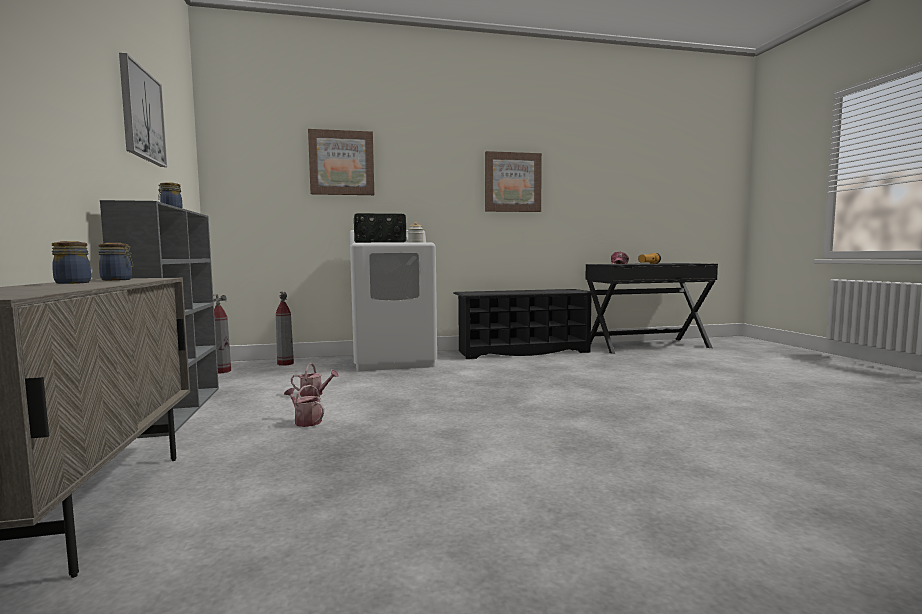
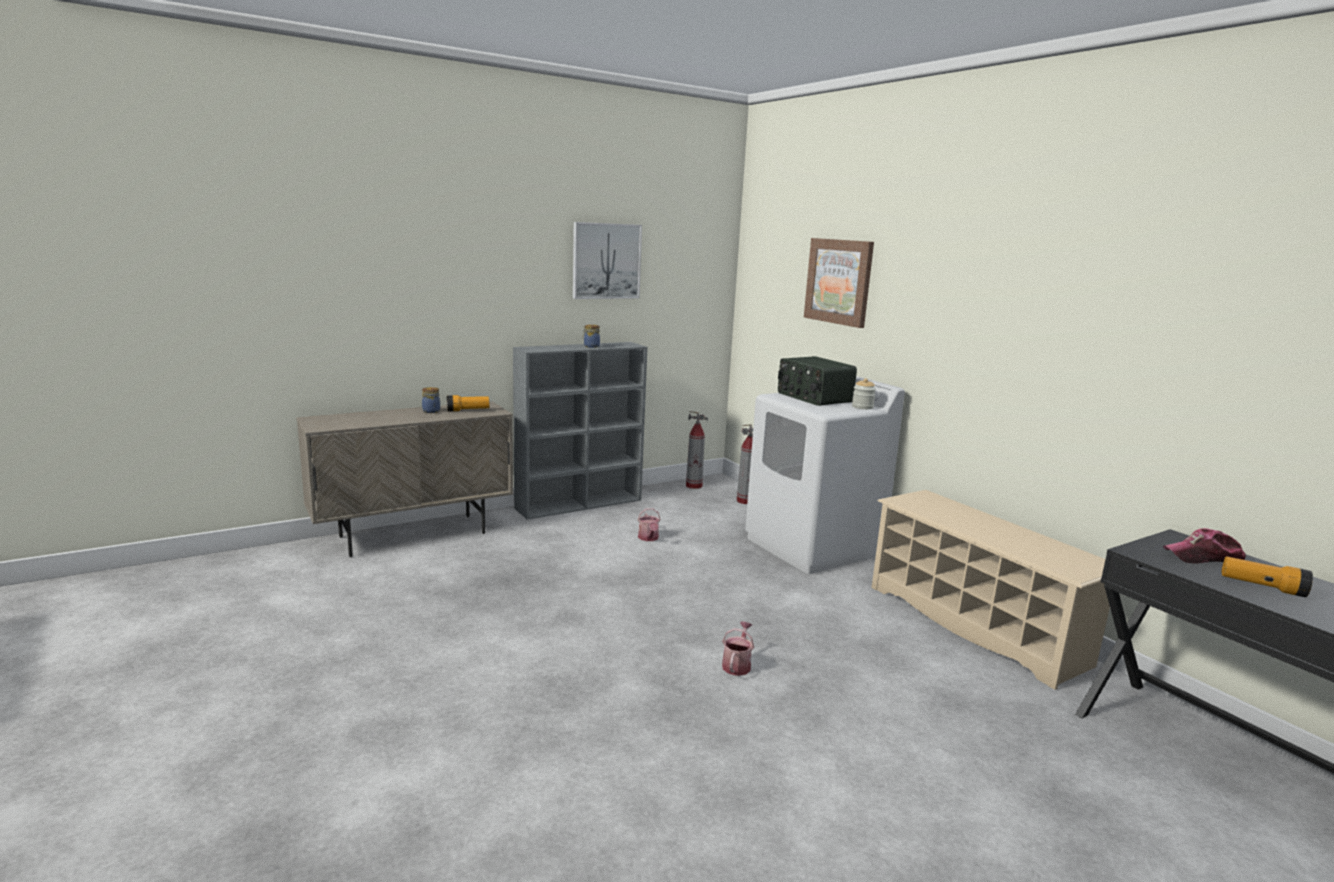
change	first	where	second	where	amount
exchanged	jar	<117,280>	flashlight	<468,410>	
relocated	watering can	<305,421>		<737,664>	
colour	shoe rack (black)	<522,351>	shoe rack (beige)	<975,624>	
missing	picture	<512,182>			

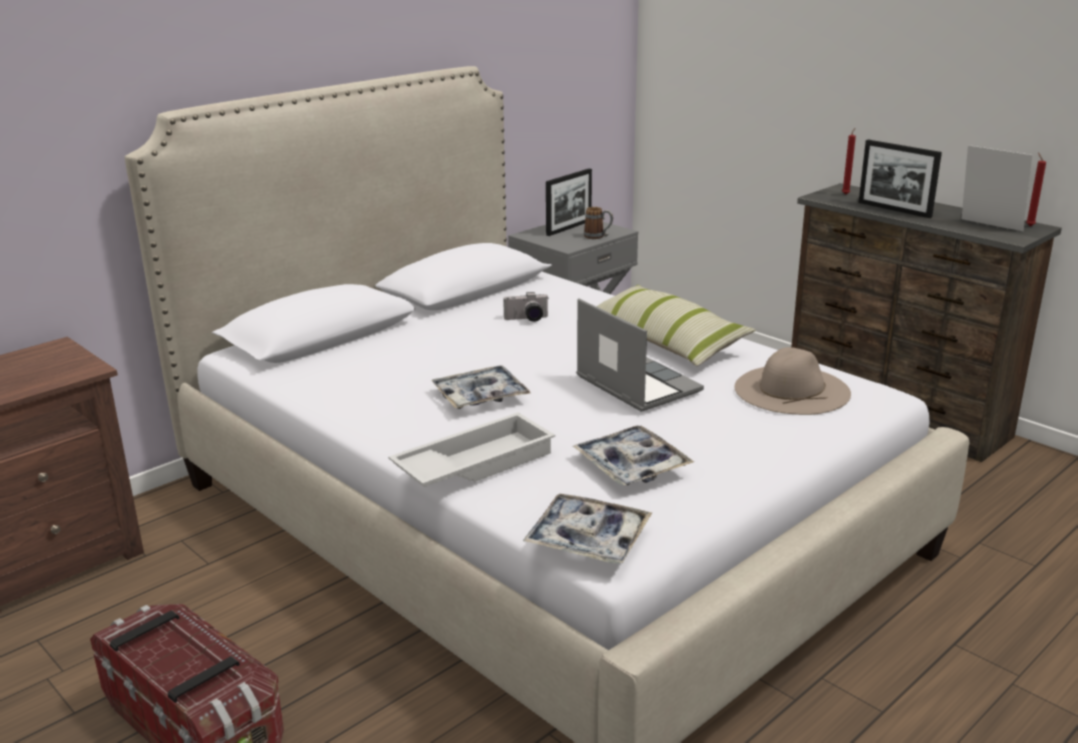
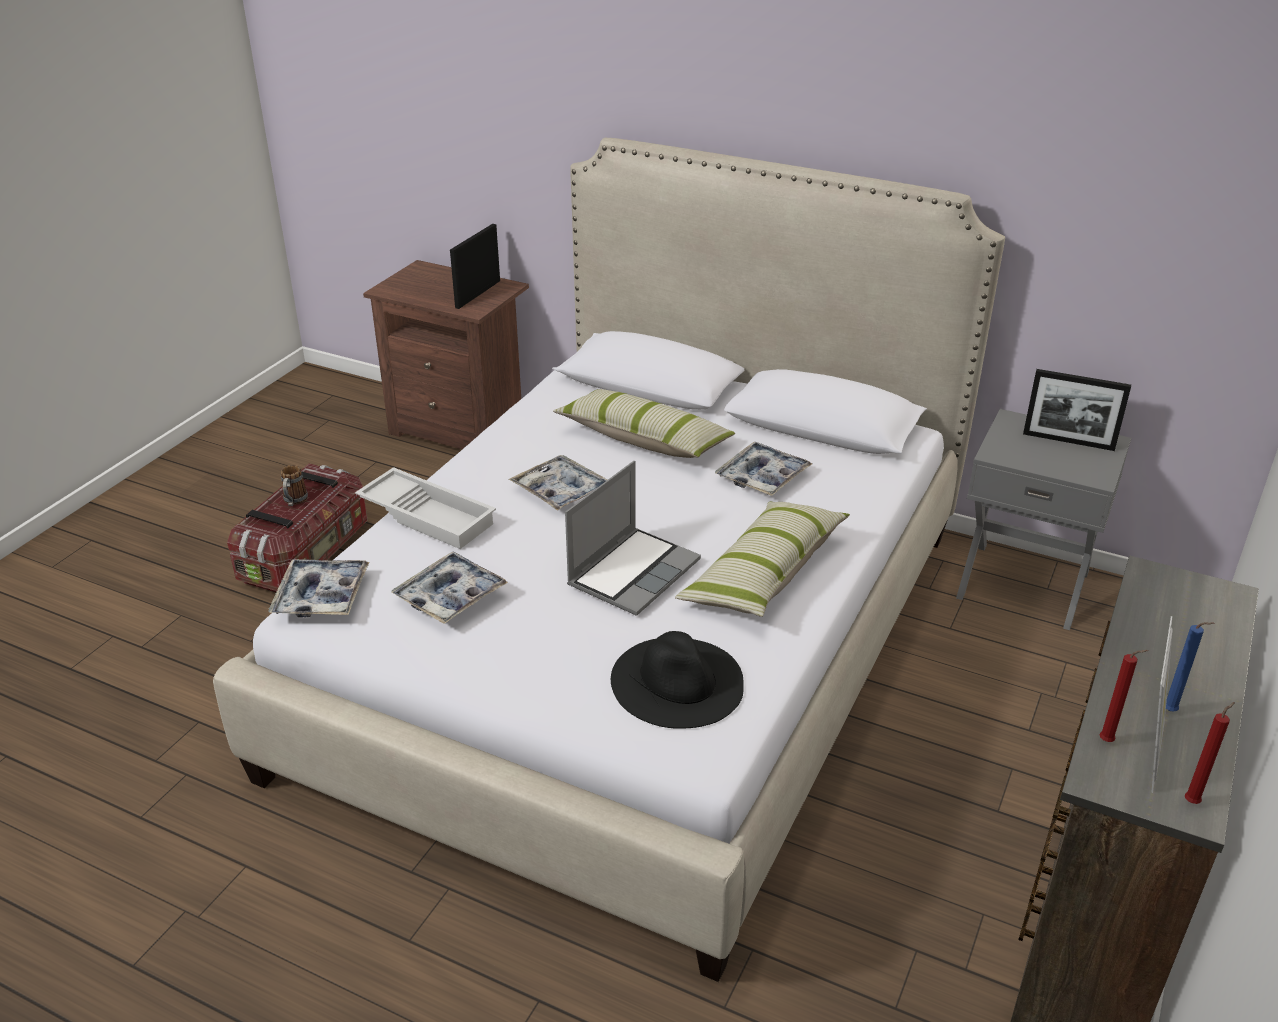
change	first	where	second	where	amount
exchanged	photo camera	<527,319>	tray	<762,477>	
relocated	mug	<598,237>		<294,501>	
colour	hat (beige)	<792,390>	hat (black)	<677,681>	
relocated	candle (red)	<846,194>		<1108,741>	
relocated	picture frame	<894,210>		<478,294>	
appeared			pillow	<644,439>	
appeared			candle (blue)	<1172,712>	

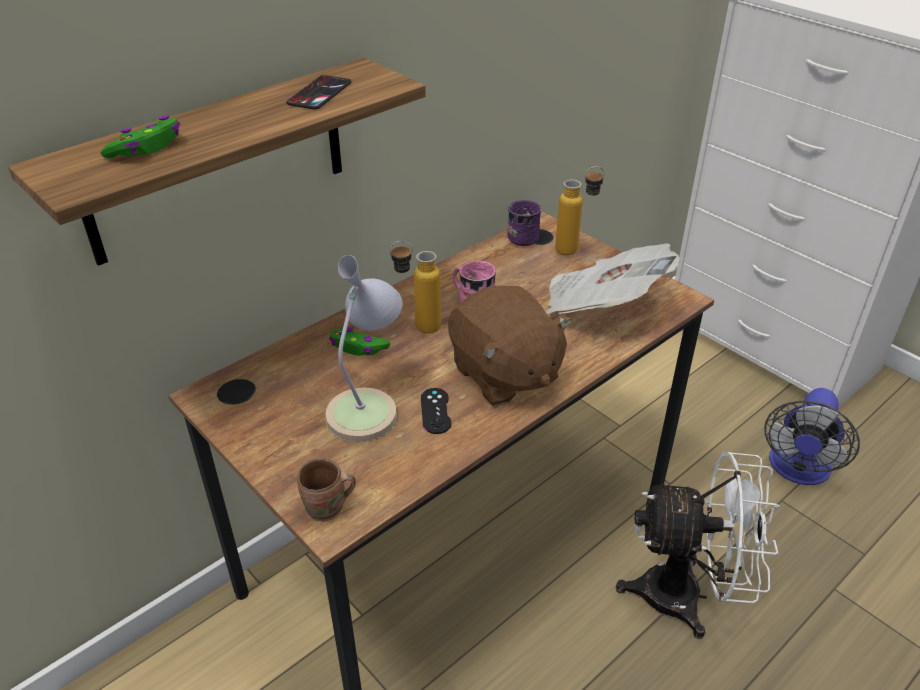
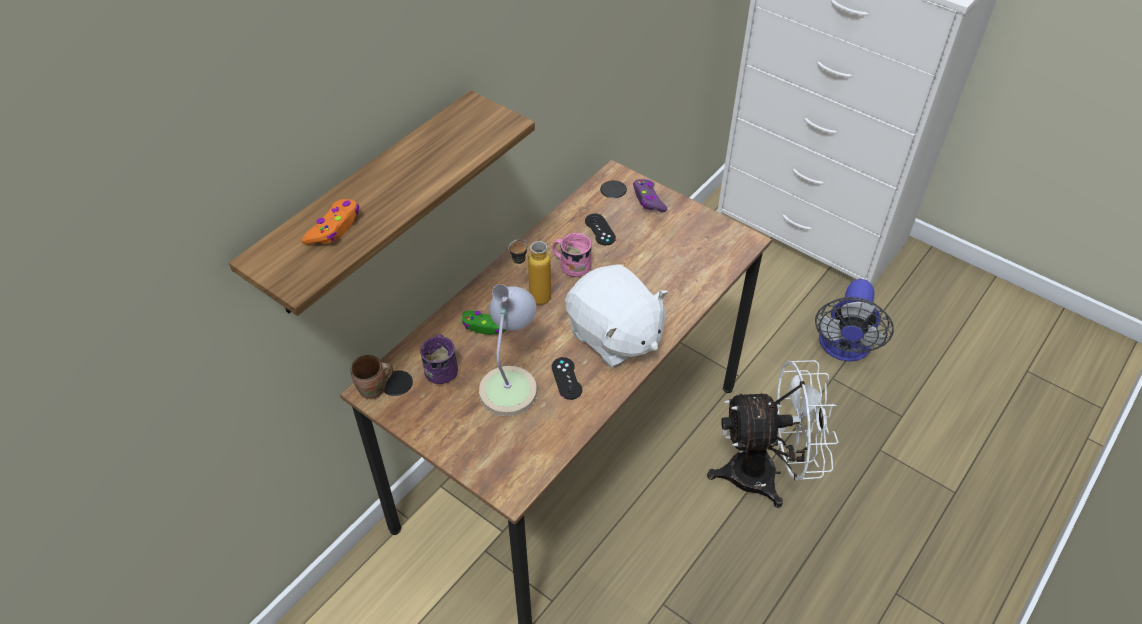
change	first	where	second	where	amount
colour	game controller (green)	<147,148>	game controller (orange)	<334,228>	
missing	phone	<319,93>			
relocated	mug (brown)	<327,510>		<374,390>	
colour	plush toy (brown)	<504,374>	plush toy (white)	<614,336>	
relocated	mug (purple)	<524,236>		<442,367>	
missing	newspaper	<602,306>			
exchanged	bottle	<575,249>	game controller (purple)	<648,200>	
appeared			game controller (black)	<600,229>	

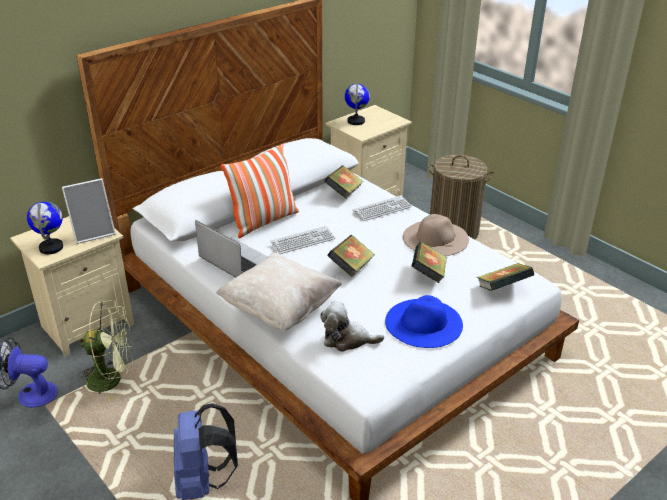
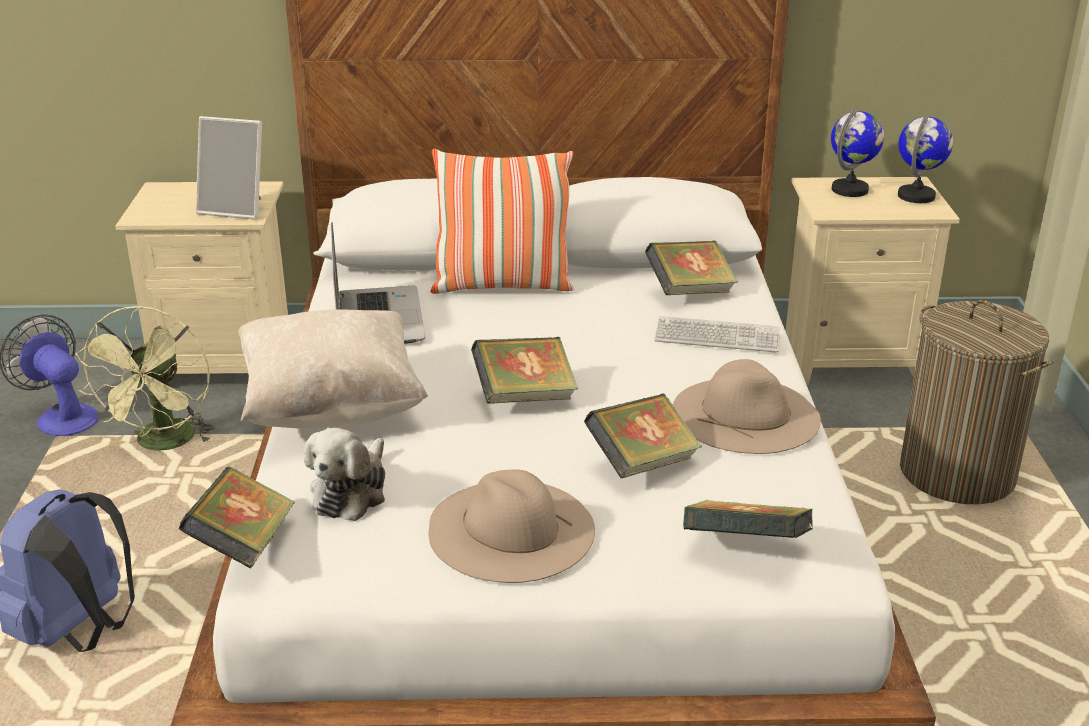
change	first	where	second	where	amount
relocated	globe	<51,247>		<916,196>	
spun	fan (green)	<112,379>		<163,444>	60 degrees clockwise
missing	keyboard	<303,241>			
spun	plush toy	<347,339>		<351,491>	120 degrees counterclockwise
colour	hat (blue)	<423,323>	hat (beige)	<510,529>	
appeared			book	<243,546>	

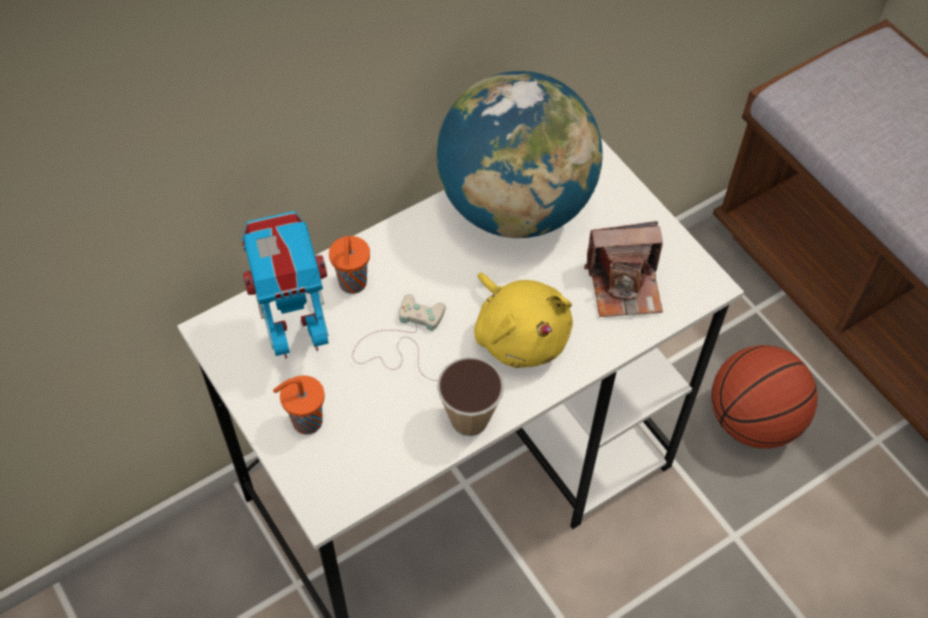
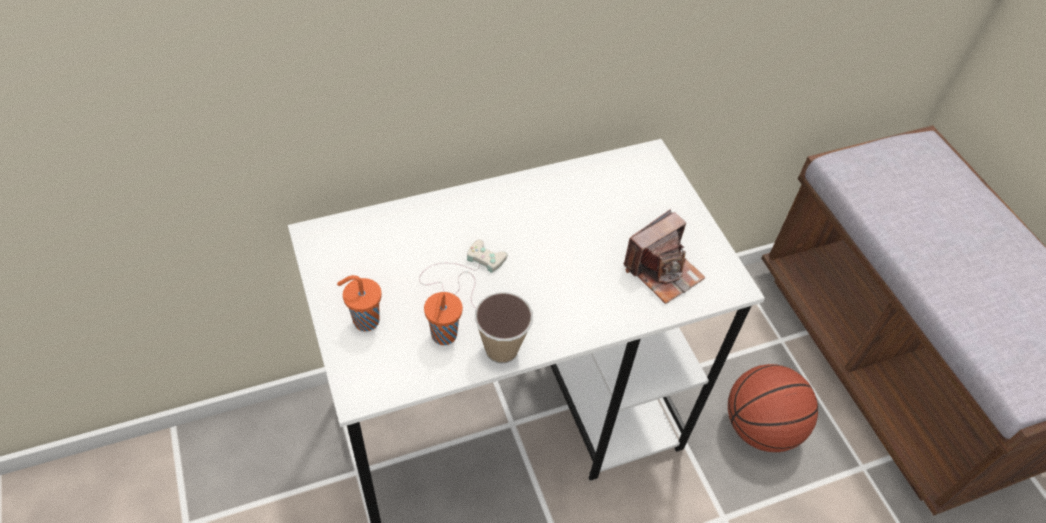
change	first	where	second	where	amount
missing	toy robot	<296,335>			
relocated	cup (orange)	<352,284>		<443,336>	
missing	globe	<515,205>			
missing	plush toy (yellow)	<519,334>			
spun	photo camera	<624,285>		<663,271>	45 degrees counterclockwise

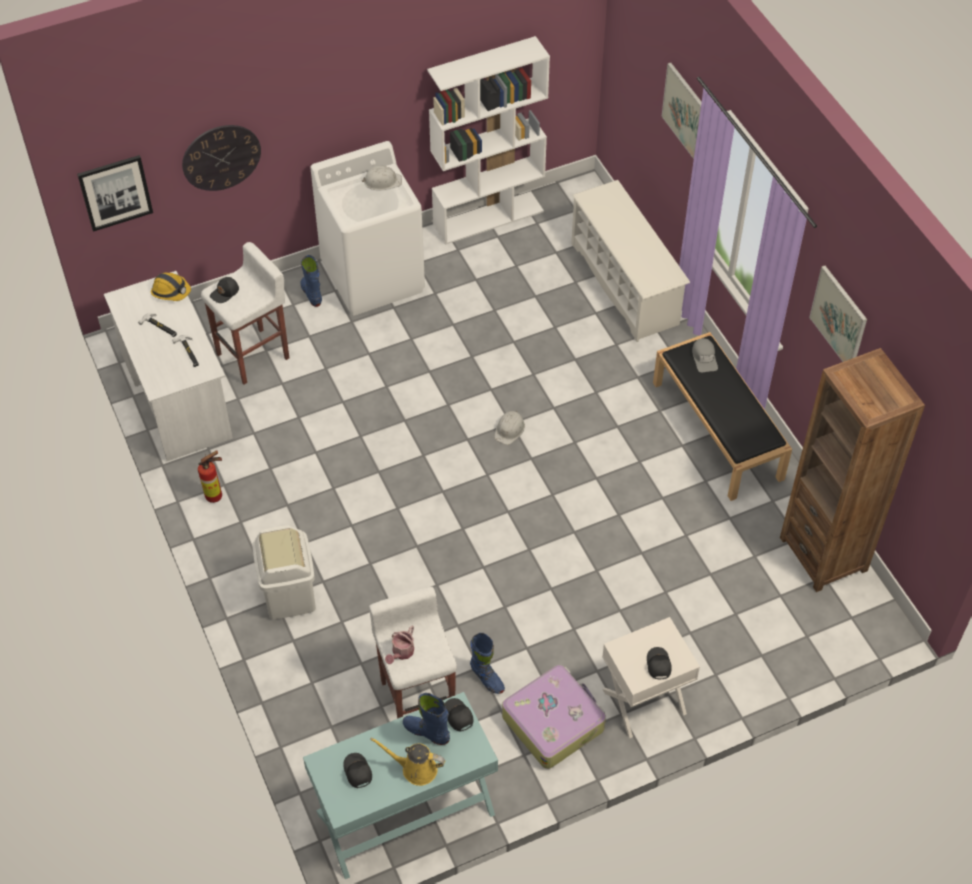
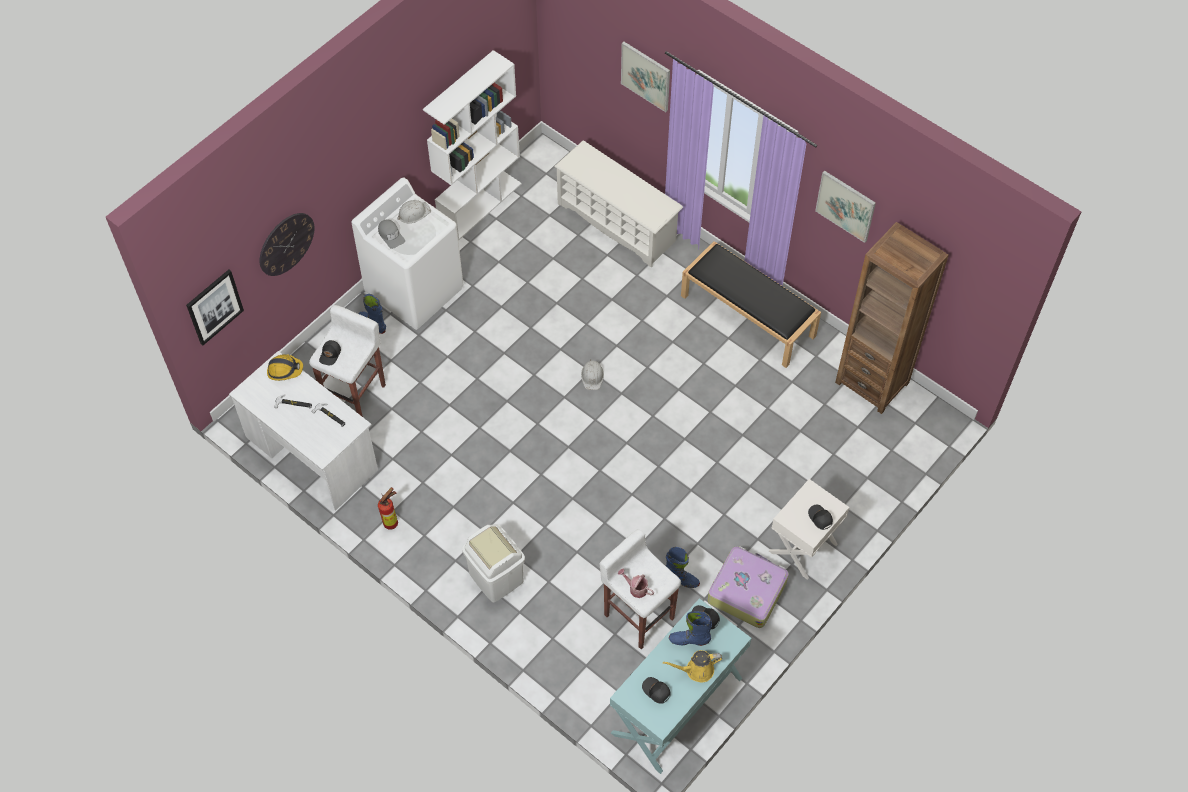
change	first	where	second	where	amount
spun	watering can	<401,653>		<636,588>	120 degrees clockwise
relocated	cap (grey)	<704,358>		<391,235>	

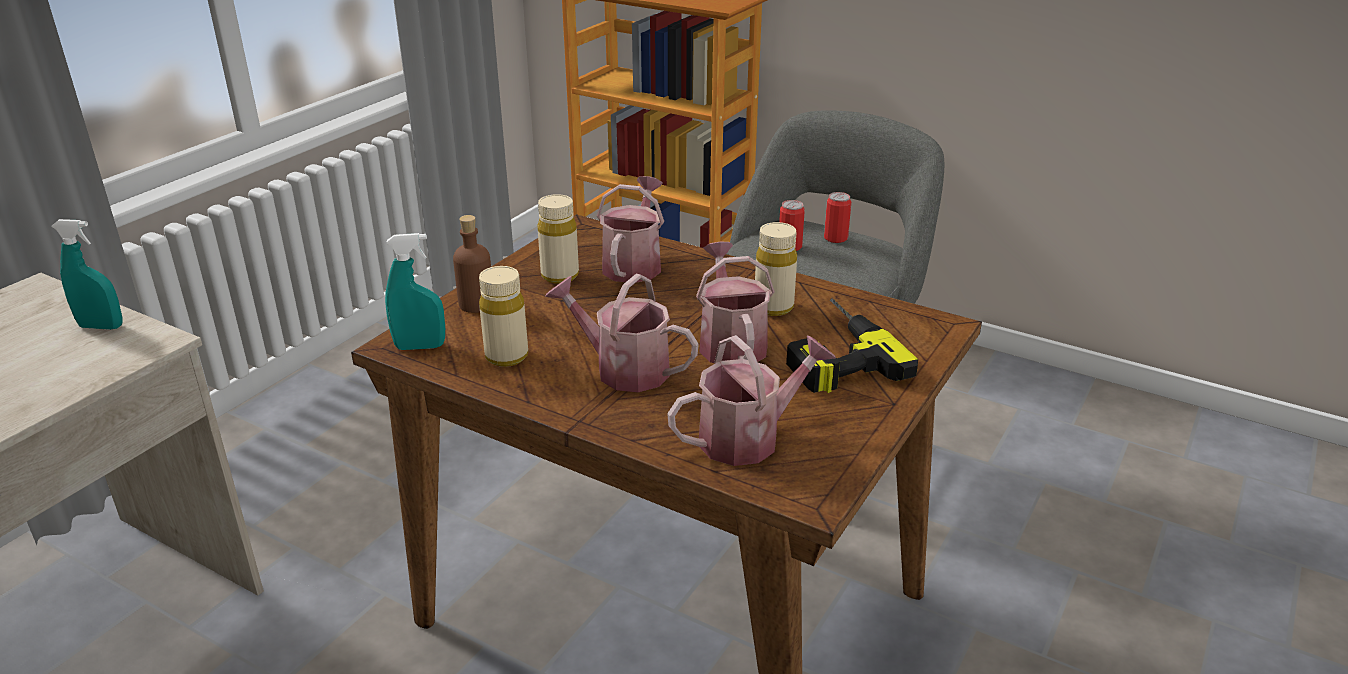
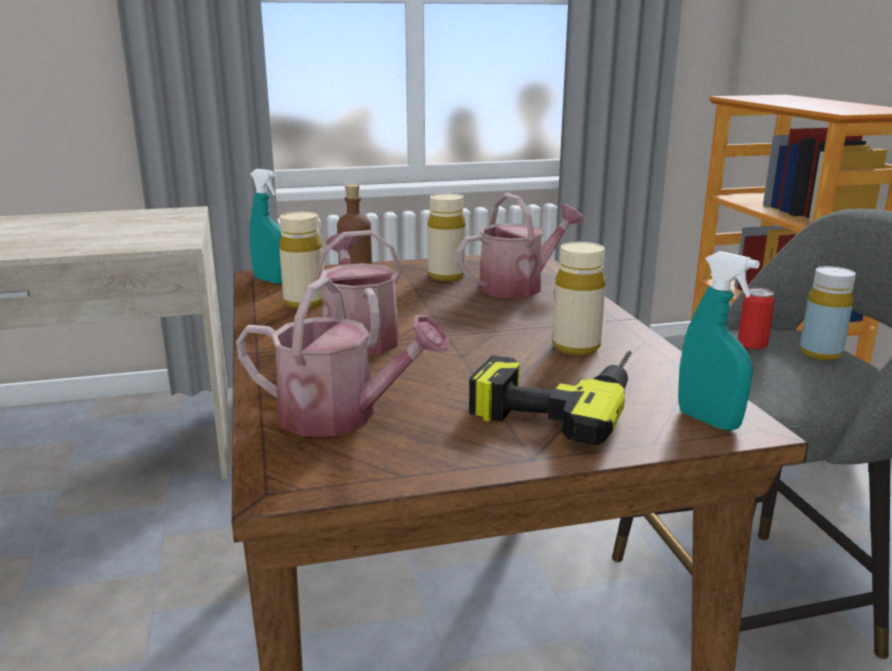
change	first	where	second	where	amount
relocated	spray bottle (turquoise)	<101,326>		<708,420>	
missing	watering can	<730,342>			
exchanged	can	<835,238>	bottle (yellow)	<820,353>	

